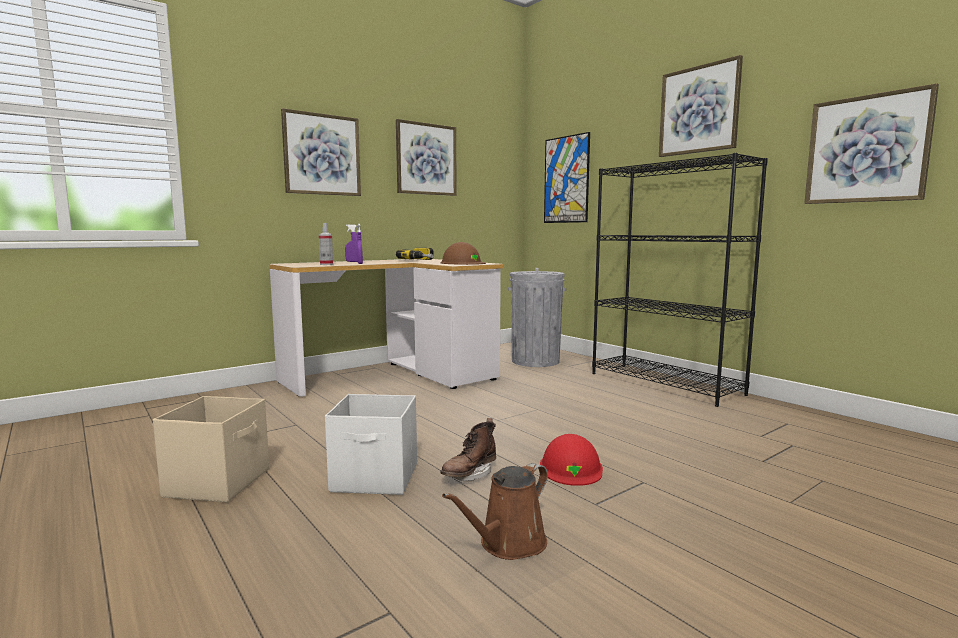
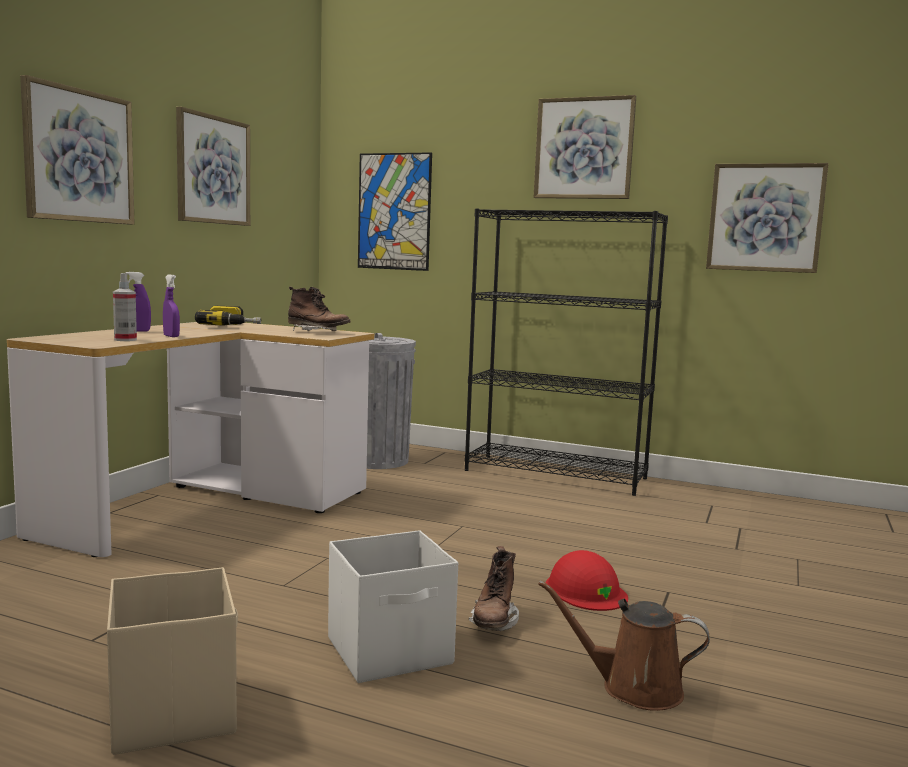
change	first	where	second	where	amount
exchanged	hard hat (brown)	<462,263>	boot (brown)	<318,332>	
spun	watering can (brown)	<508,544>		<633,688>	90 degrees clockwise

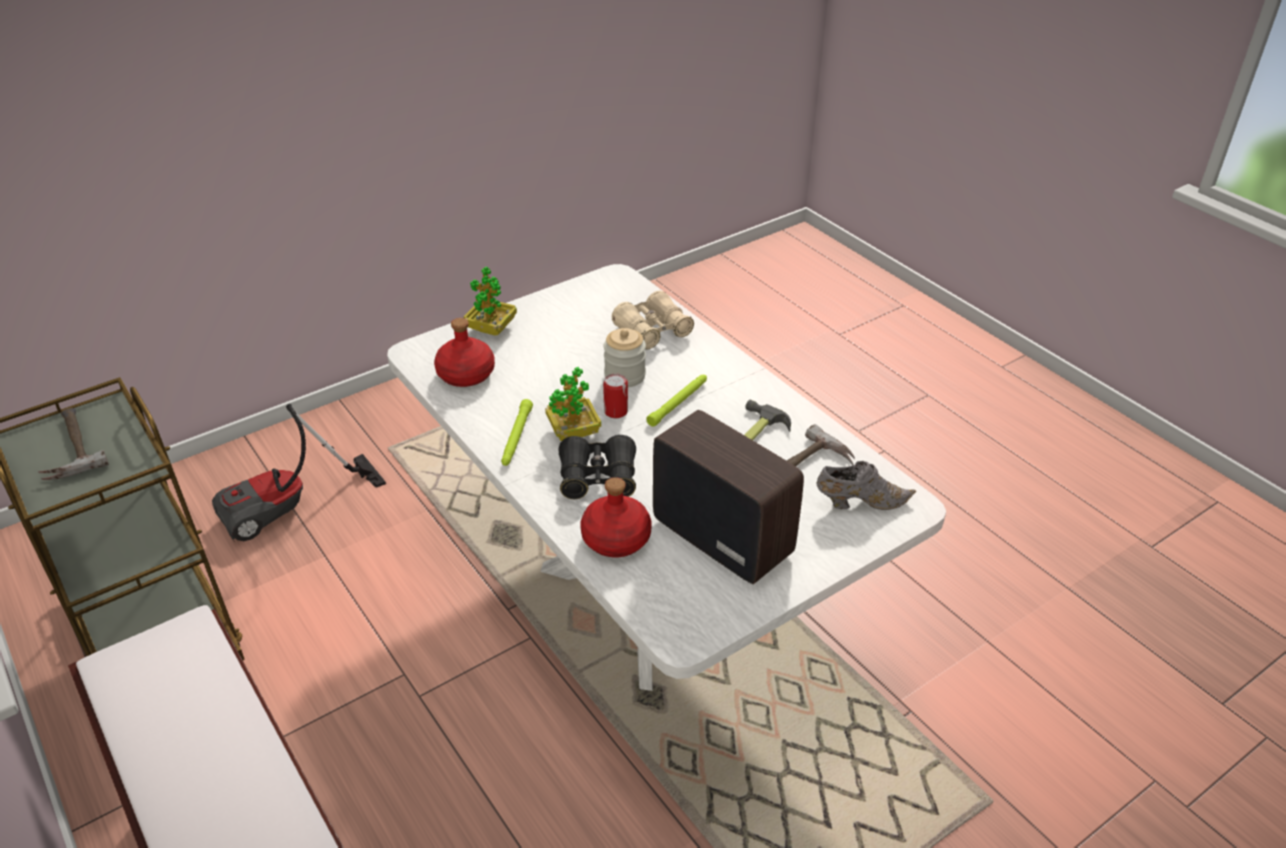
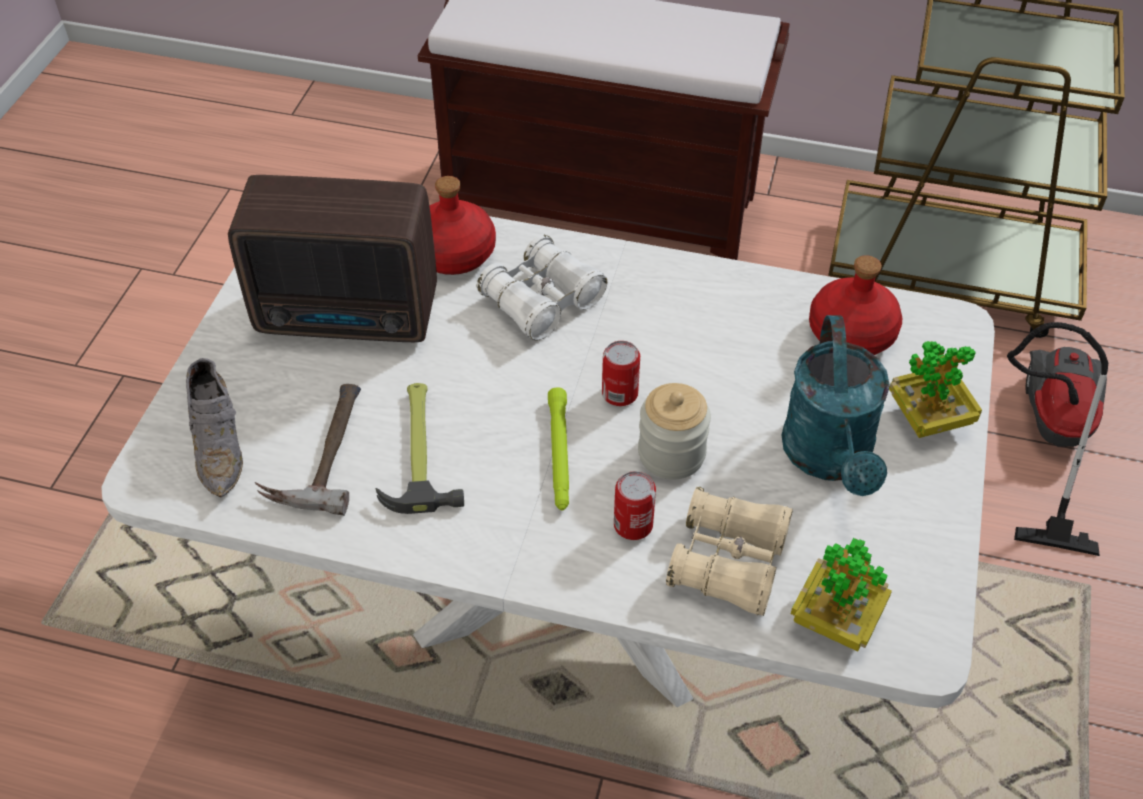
change	first	where	second	where	amount
missing	hammer	<68,447>			
missing	flashlight (green)	<516,437>			
relocated	potted plant	<573,432>		<836,619>	
colour	binoculars (black)	<598,478>	binoculars (white)	<542,301>	
spun	shoe (grey)	<859,502>		<219,445>	60 degrees counterclockwise
appeared			can	<633,525>	
appeared			watering can (turquoise)	<830,459>	

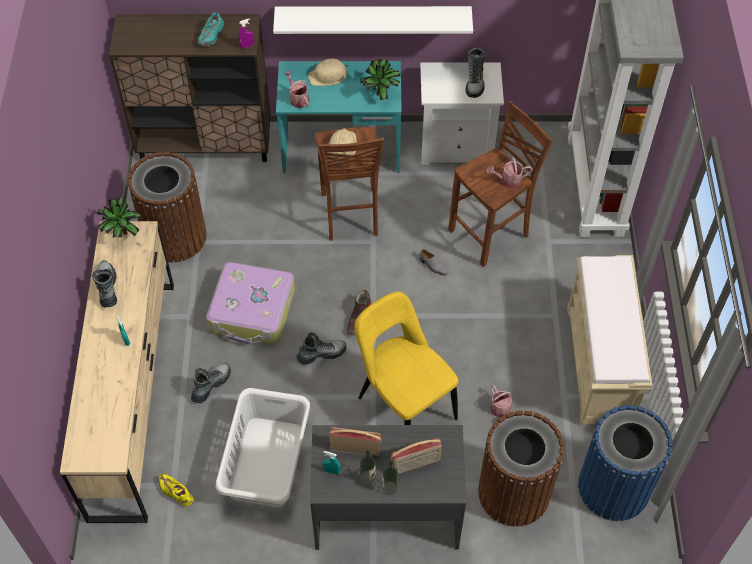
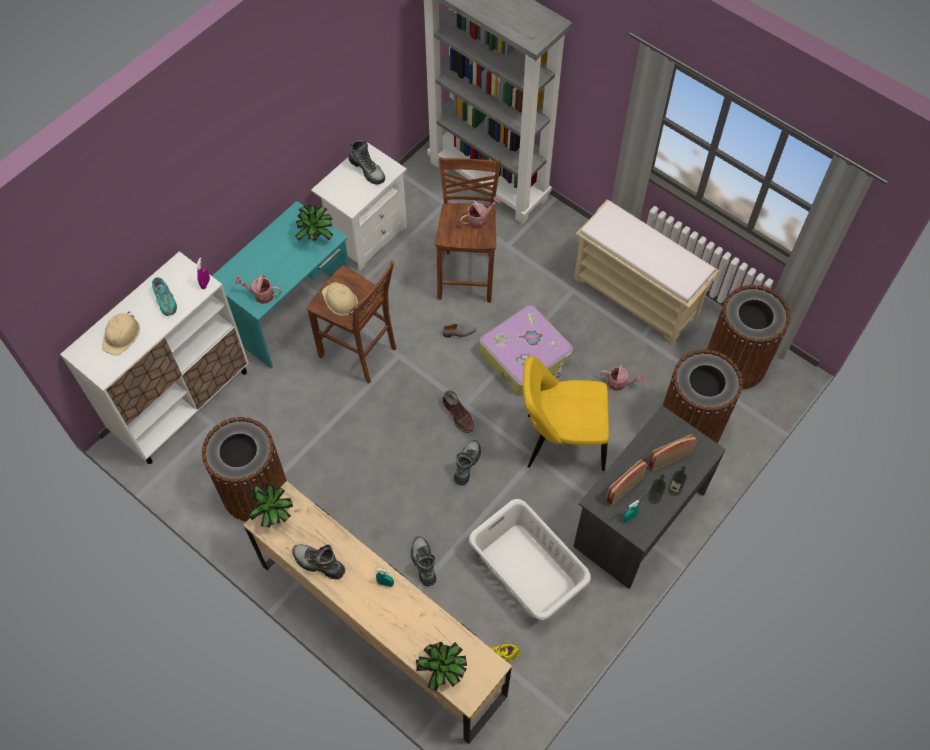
change	first	where	second	where	amount
colour	cabinet (brown)	<206,144>	cabinet (white)	<183,402>	
relocated	suitcase	<253,311>		<526,356>	
missing	shelf (white)	<373,18>			
relocated	hard hat (beige)	<328,76>		<121,335>	
spun	radio	<415,464>		<669,458>	135 degrees counterclockwise
spun	watering can	<508,180>		<479,219>	150 degrees counterclockwise
colour	trash can (blue)	<613,487>	trash can (brown)	<735,363>	
appeared			potted plant	<443,672>	

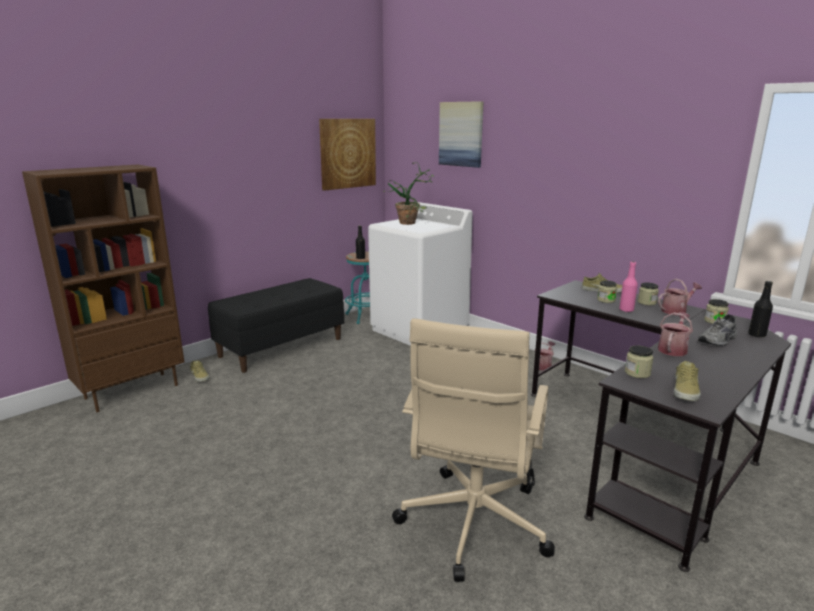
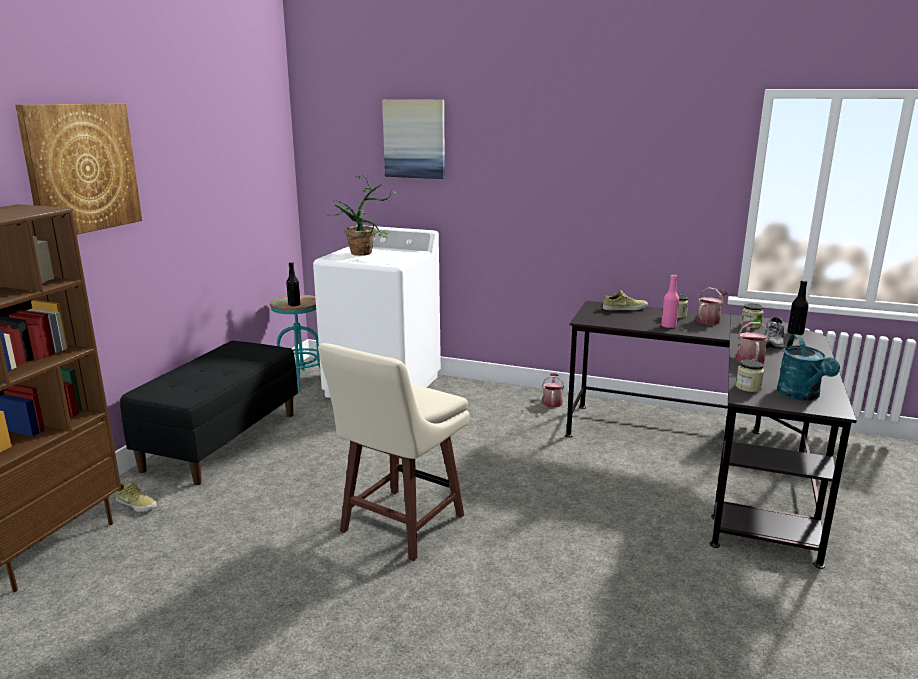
change	first	where	second	where	amount
relocated	picture	<347,153>		<82,168>	
missing	office chair (beige)	<472,525>			
missing	jar	<606,300>			
exchanged	shoe (beige)	<686,390>	watering can (turquoise)	<802,395>	
appeared			stool (beige)	<399,525>	

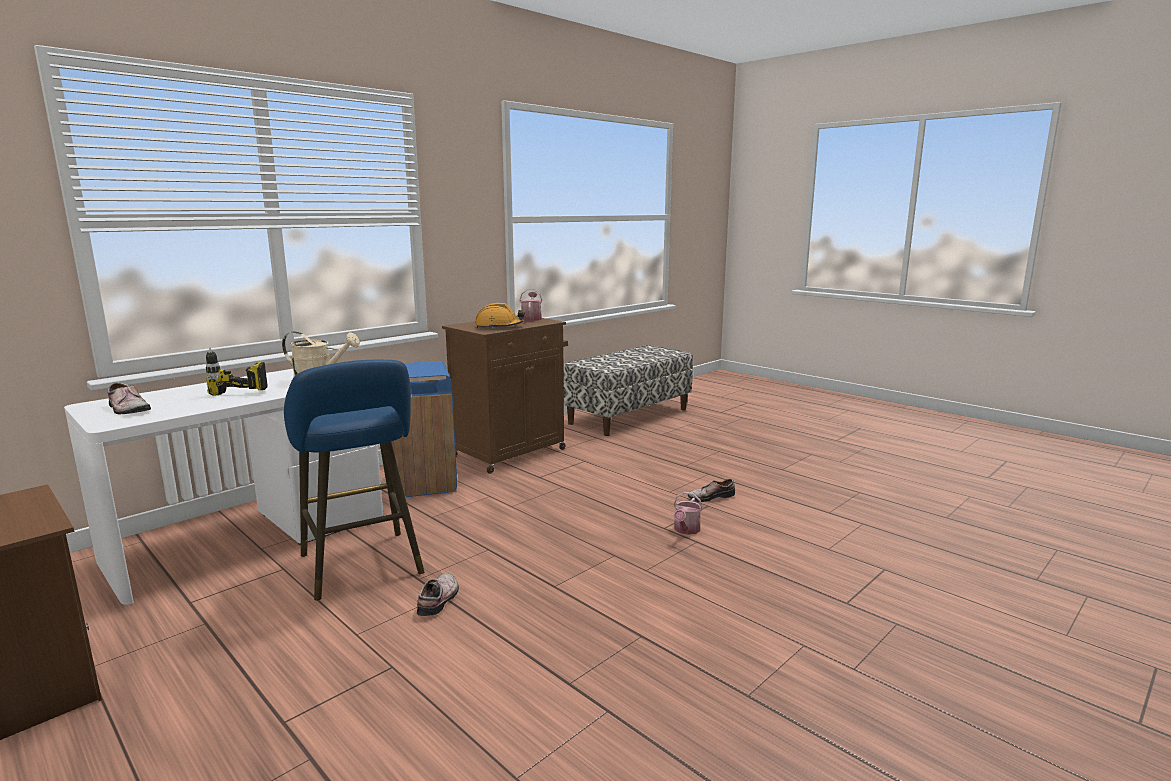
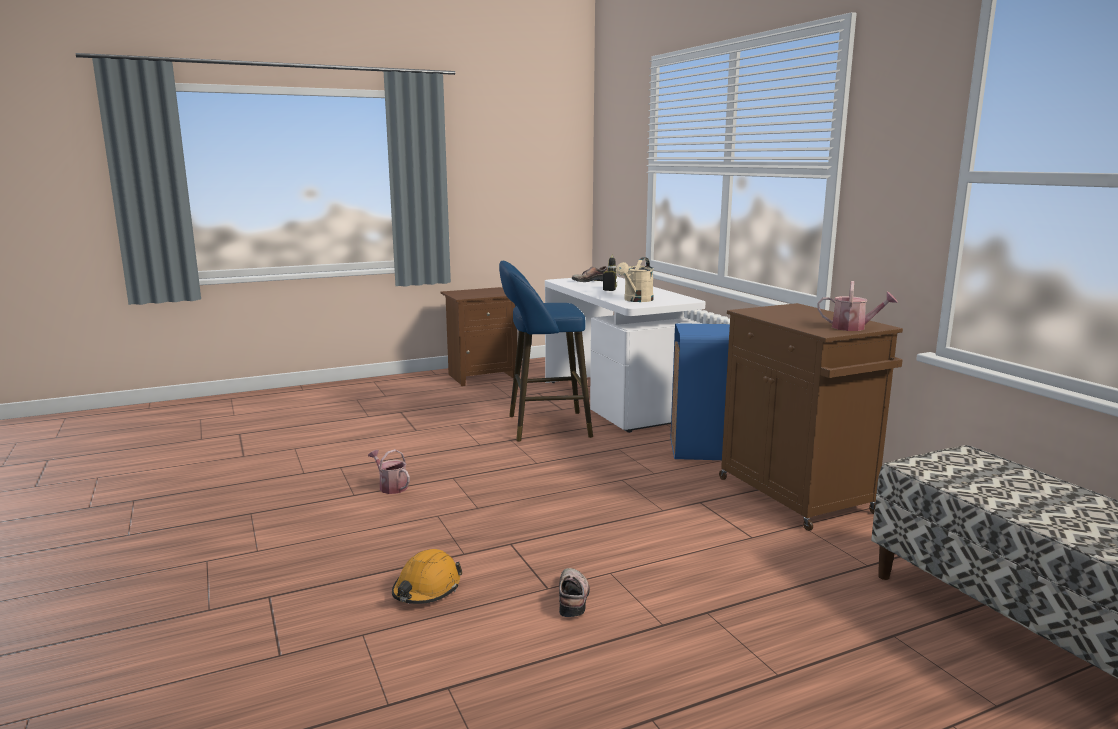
change	first	where	second	where	amount
missing	shoe	<440,600>			
relocated	hard hat (orange)	<499,327>		<426,589>	
relocated	watering can	<685,530>		<391,487>	

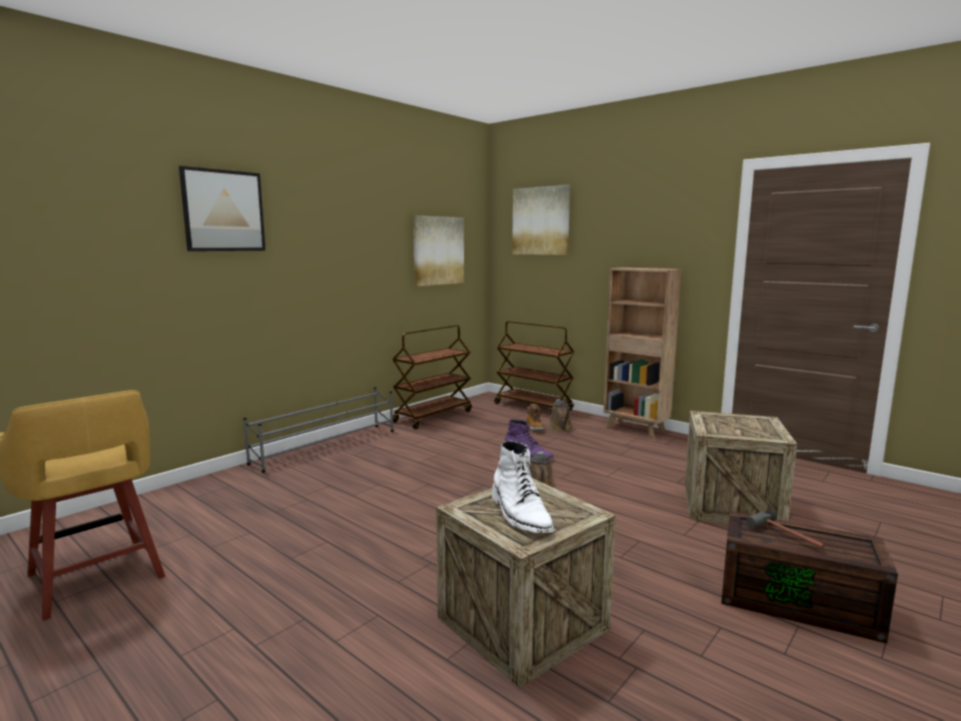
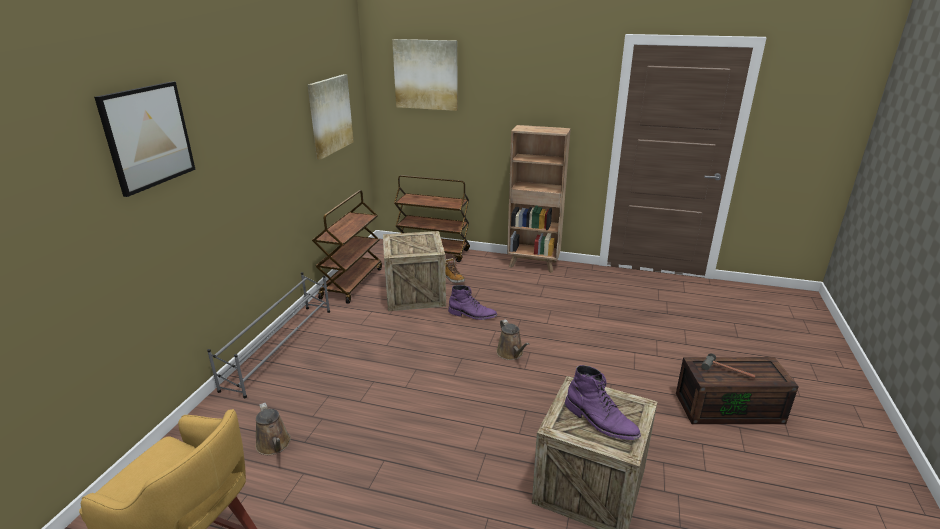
change	first	where	second	where	amount
colour	boot (white)	<520,514>	boot (purple)	<600,421>	
relocated	watering can (brown)	<561,428>		<274,445>	
relocated	crate	<731,506>		<415,294>	

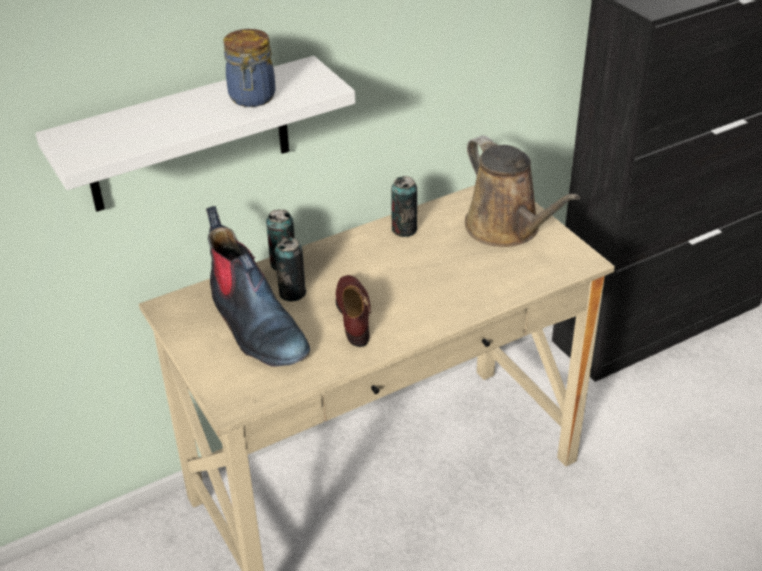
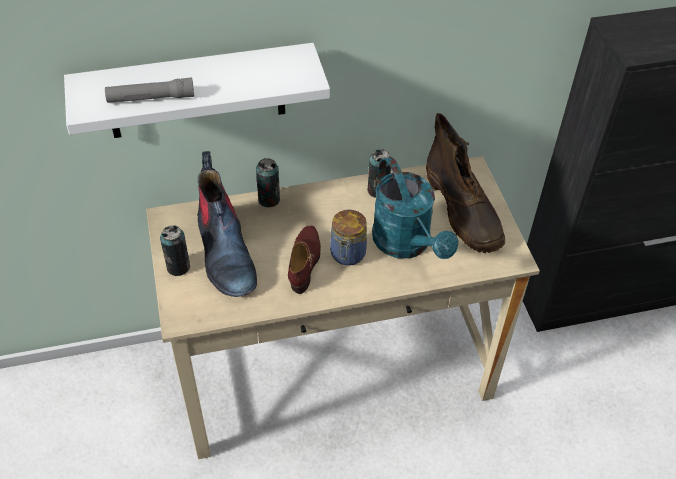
change	first	where	second	where	amount
relocated	jar	<252,98>		<347,255>	
relocated	can	<292,293>		<178,267>	
exchanged	watering can (brown)	<507,229>	boot (brown)	<463,211>	
appeared			flashlight (grey)	<151,98>	
appeared			watering can (turquoise)	<407,244>	

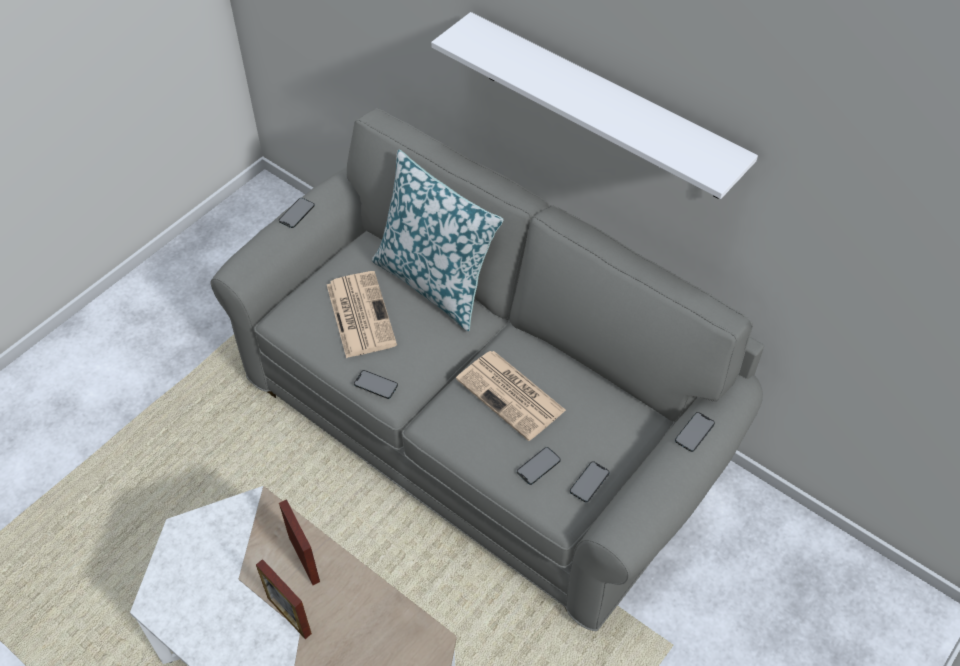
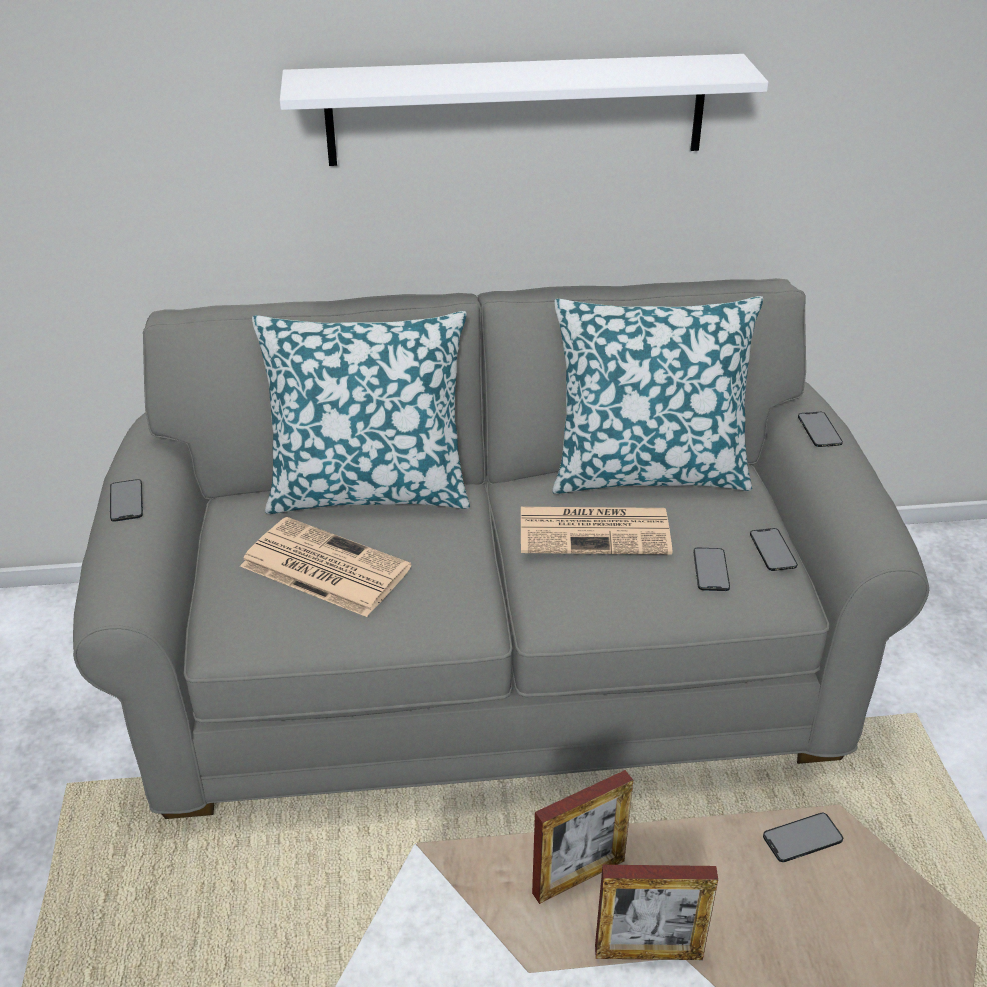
change	first	where	second	where	amount
spun	picture frame	<304,559>		<578,877>	135 degrees clockwise
relocated	phone	<376,384>		<802,837>	
appeared			pillow	<648,472>	

